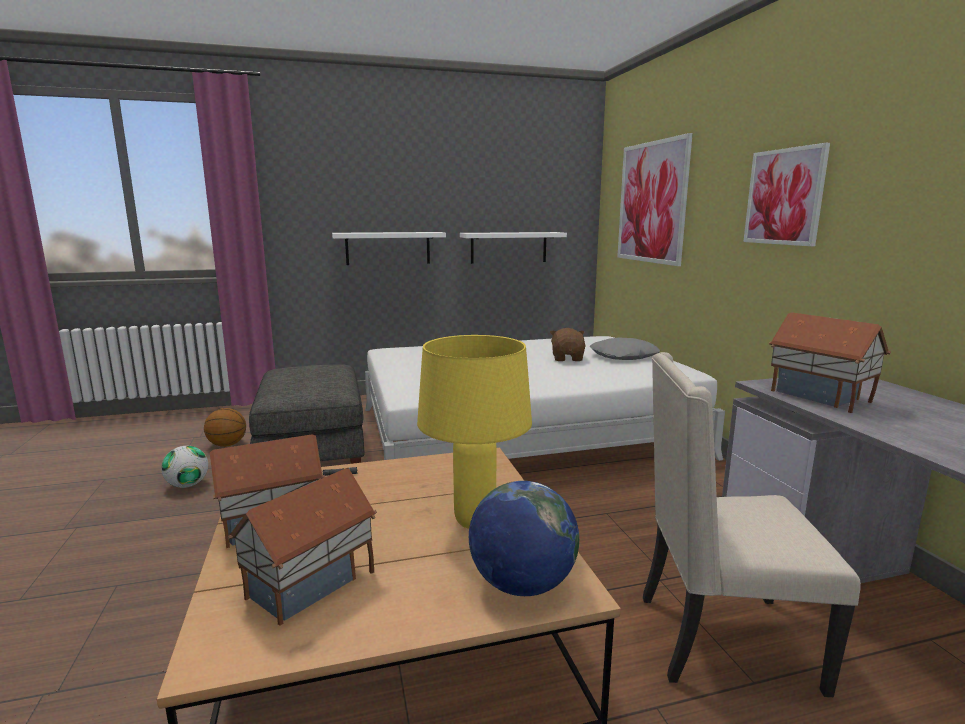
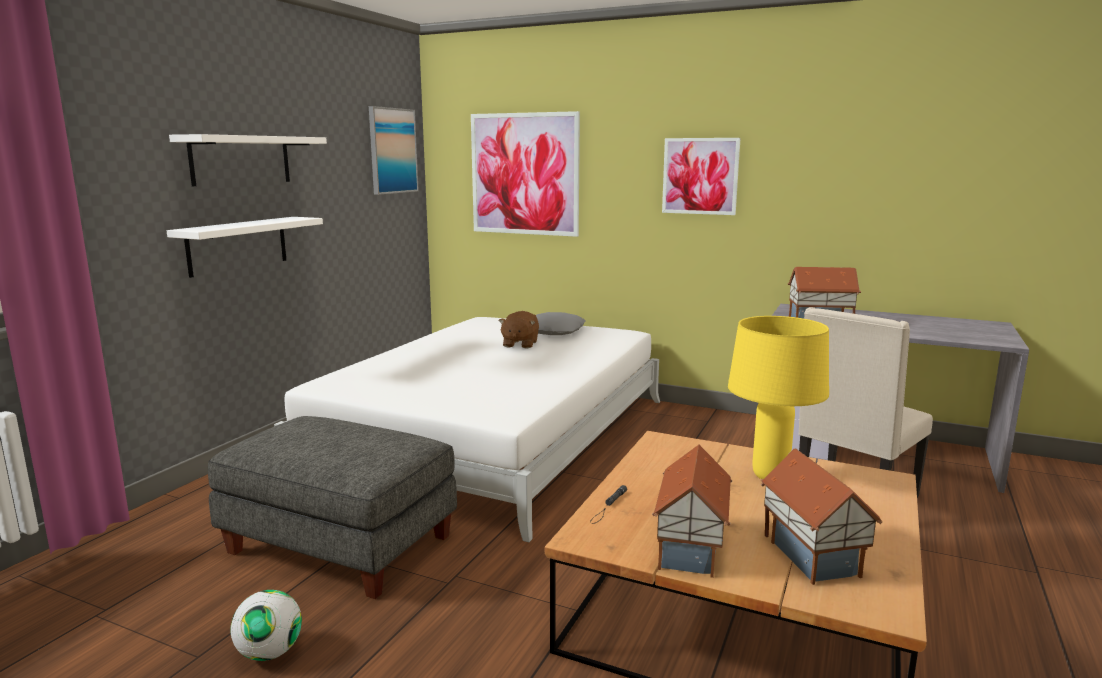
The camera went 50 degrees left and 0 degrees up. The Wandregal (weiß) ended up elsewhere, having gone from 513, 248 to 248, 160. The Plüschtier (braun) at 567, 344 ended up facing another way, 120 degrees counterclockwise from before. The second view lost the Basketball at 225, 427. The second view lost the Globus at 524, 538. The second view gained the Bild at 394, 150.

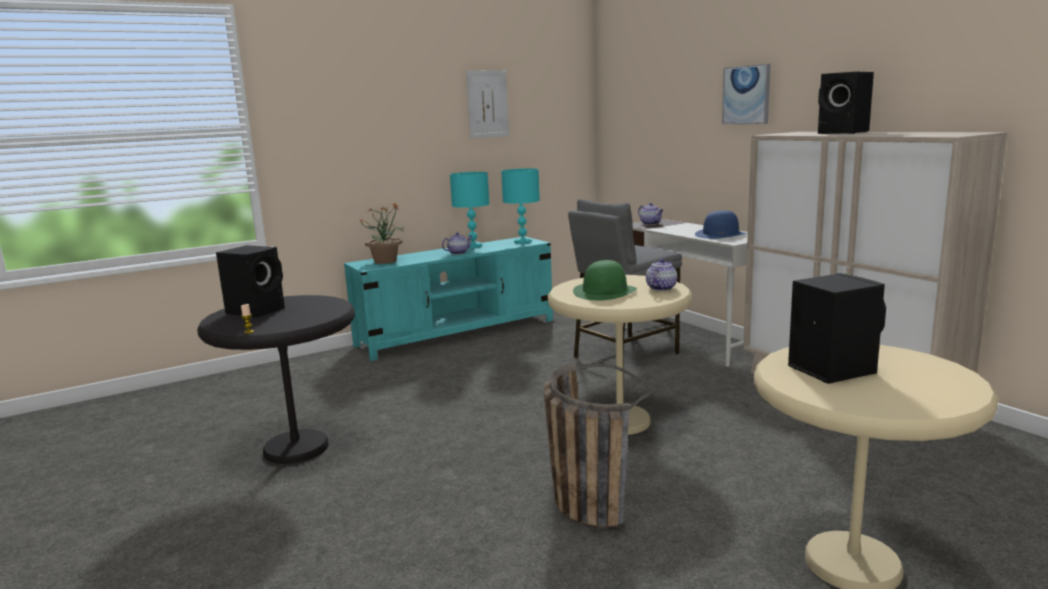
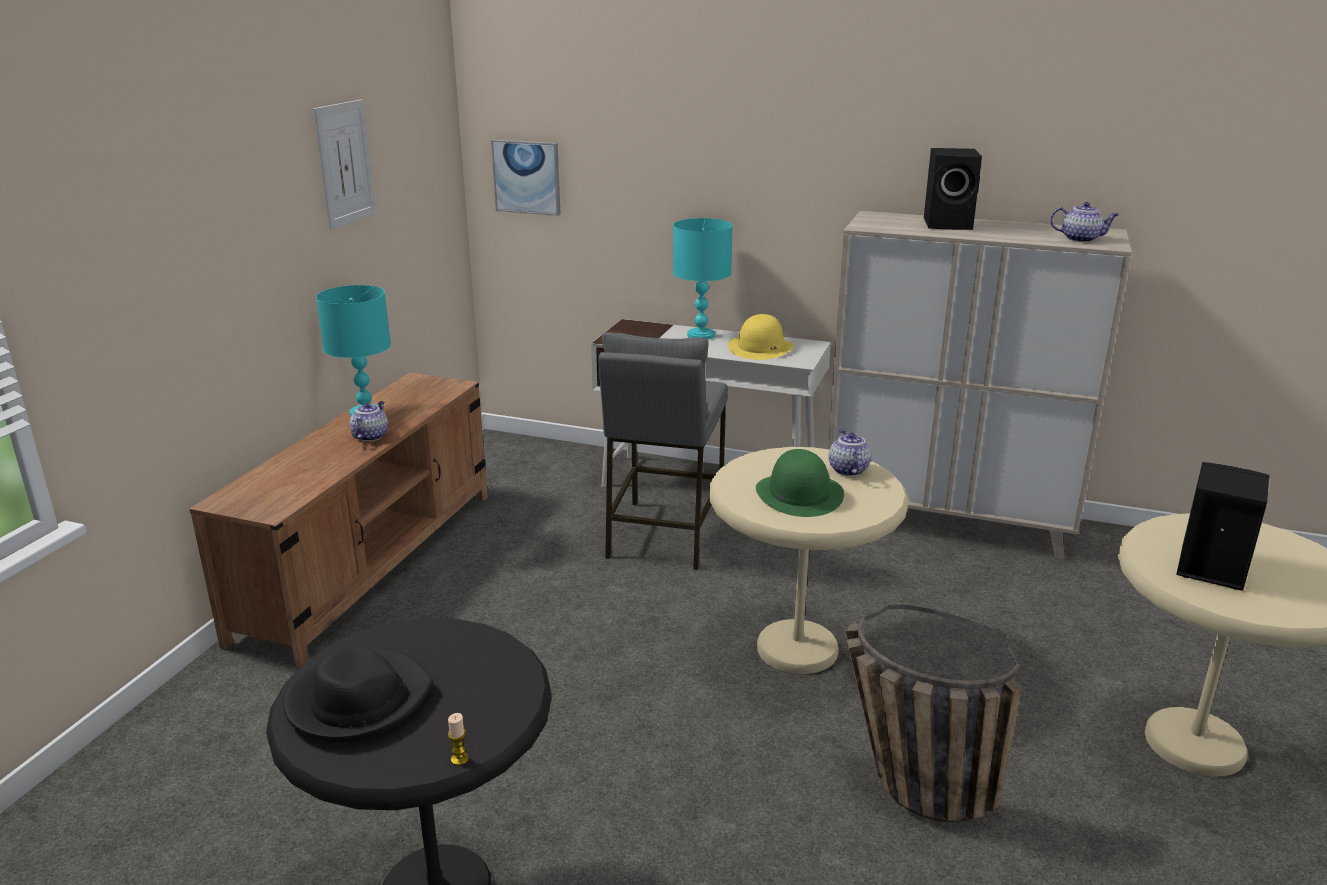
The camera went 40 degrees left and 10 degrees up. The Bild ended up elsewhere, having gone from 746, 94 to 526, 178. The Tischlampe (türkis) ended up elsewhere, having gone from 520, 206 to 703, 279. The second view lost the Topfpflanze at 382, 233. The Teekanne ended up elsewhere, having gone from 650, 214 to 1084, 222. What was the Hut (blau) at 721, 224 turned into the Hut (gelb) at 761, 337. What was the Fernsehschrank (türkis) at 448, 298 turned into the Fernsehschrank (braun) at 339, 520. Where the Lautsprecher (schwarz) stood at 250, 281, the Hut (schwarz) came to stand at 358, 694.

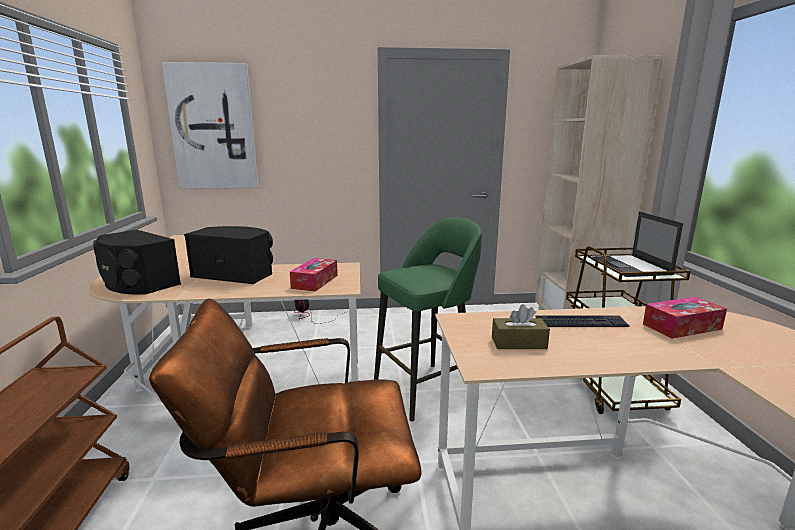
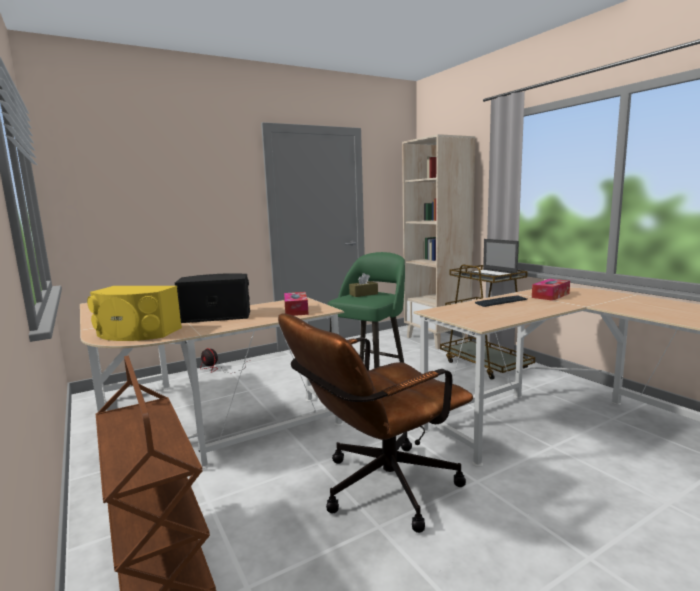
The camera went 25 degrees left and 5 degrees down. The second view lost the Bild at 210, 125. What was the Lautsprecher (schwarz) at 137, 262 turned into the Lautsprecher (gelb) at 134, 313. The Taschentuchbox (braun) ended up elsewhere, having gone from 521, 326 to 363, 285.

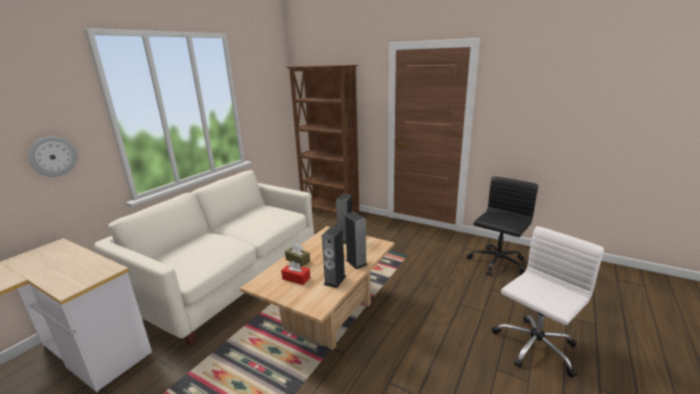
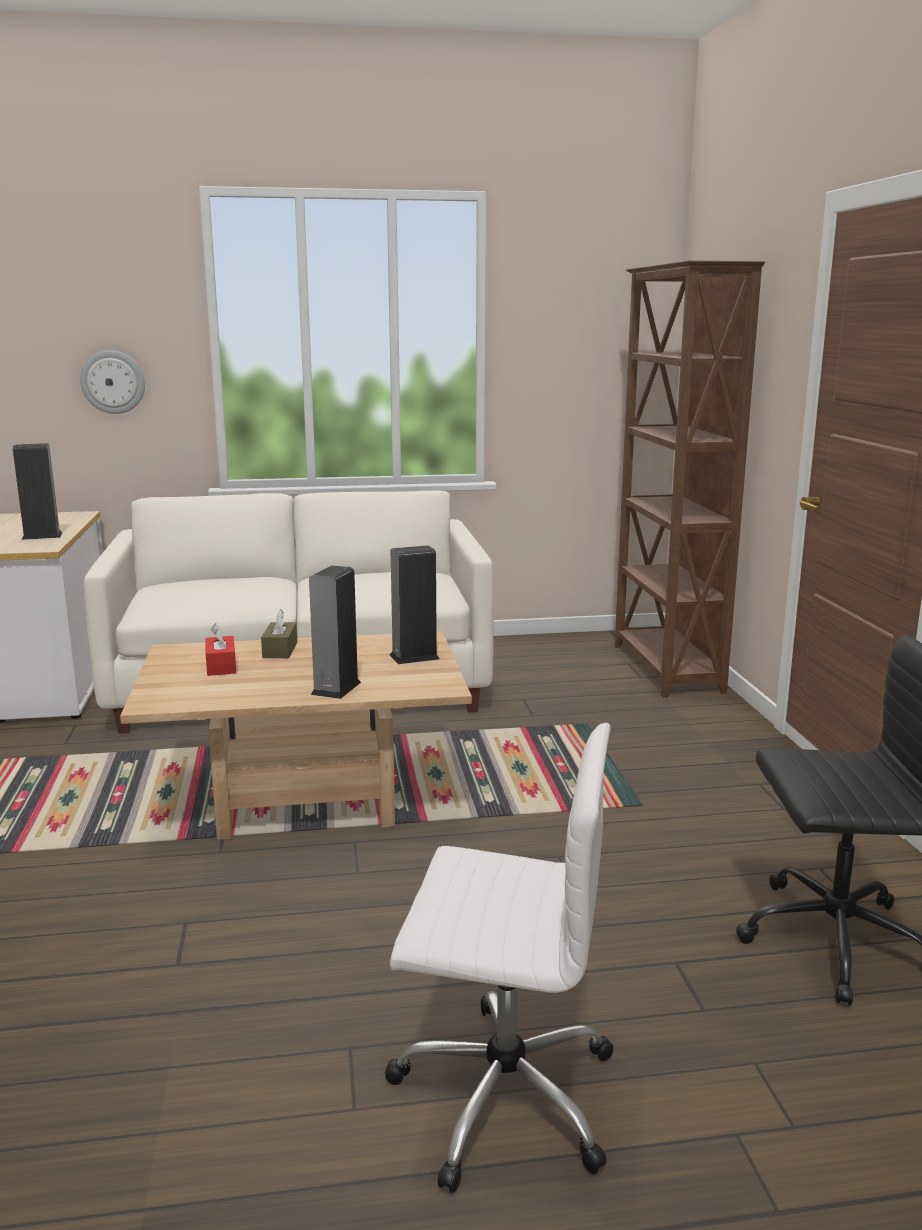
The camera went 50 degrees right and 5 degrees down. The Lautsprecher ended up elsewhere, having gone from 334, 257 to 37, 491.

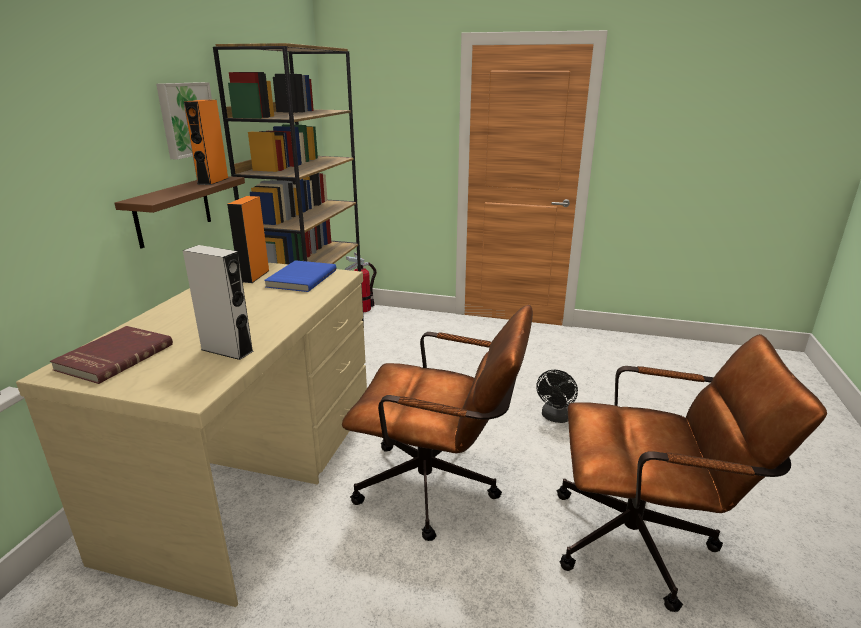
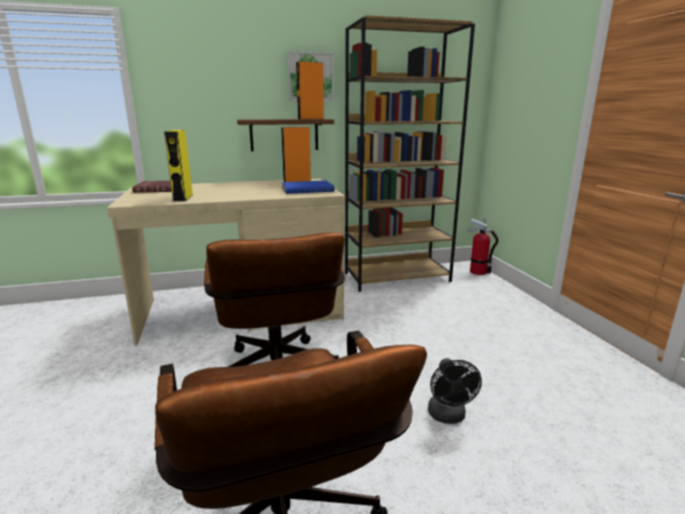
The camera went 60 degrees right and 5 degrees down. What was the Lautsprecher (grau) at 218, 302 turned into the Lautsprecher (gelb) at 178, 166. The Ventilator (schwarz) at 557, 396 ended up facing another way, 90 degrees counterclockwise from before.

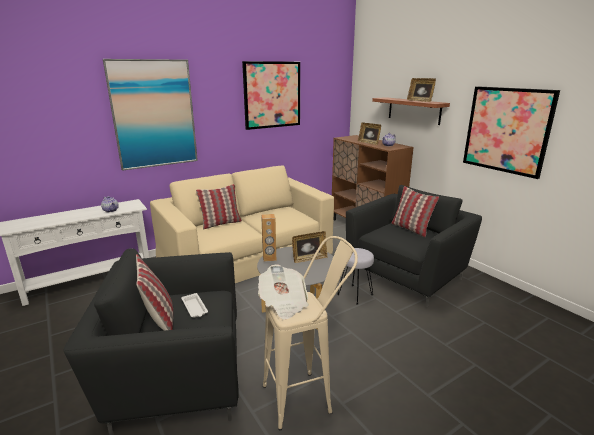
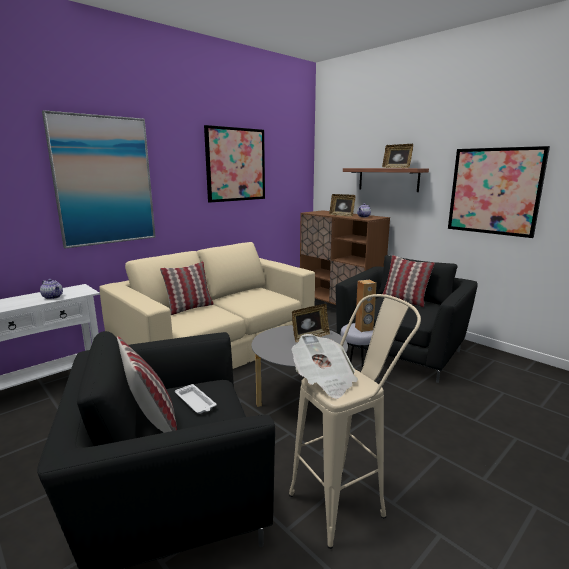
The camera went 10 degrees left and 5 degrees down. The Lautsprecher (braun) ended up elsewhere, having gone from 268, 238 to 366, 306.

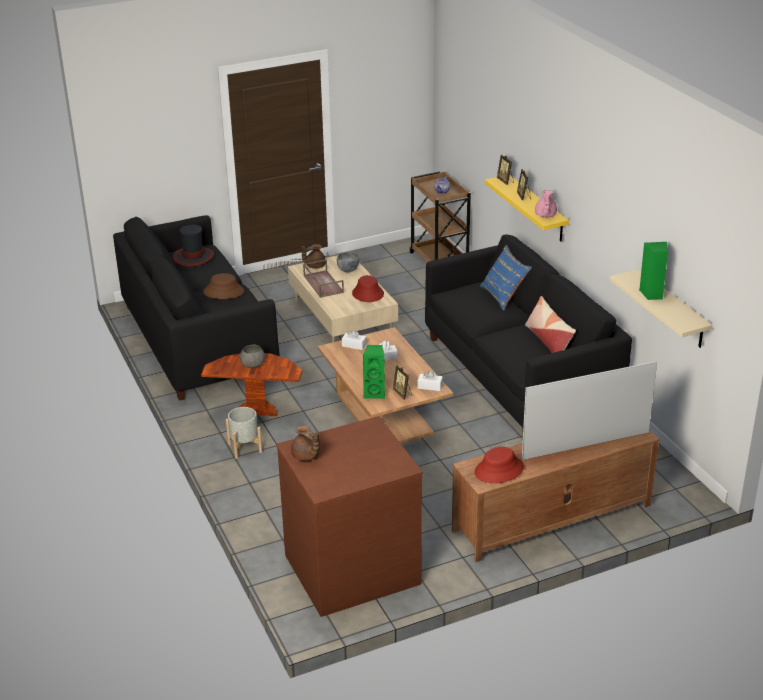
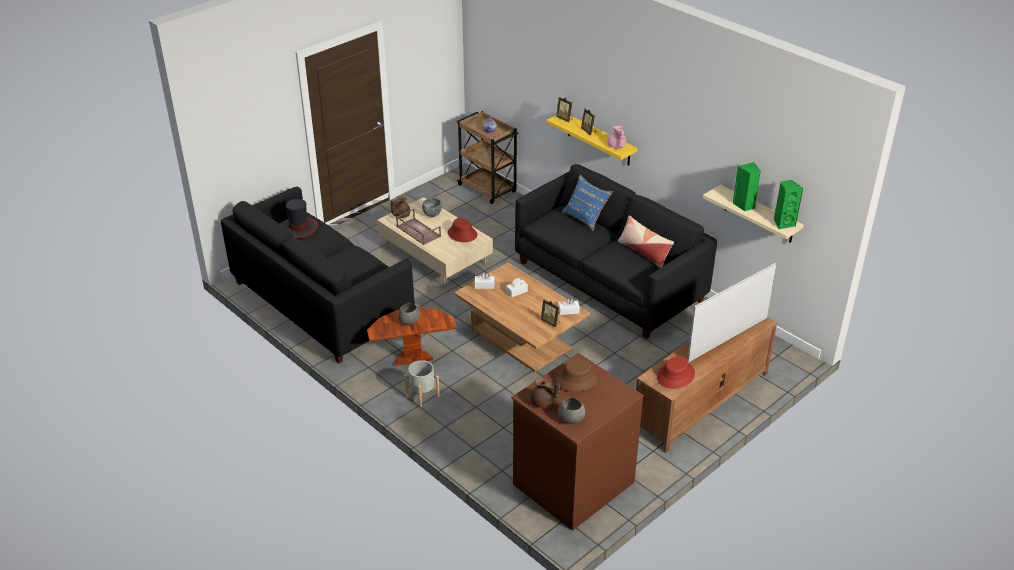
The camera went 20 degrees left and 5 degrees up. The Hut (braun) ended up elsewhere, having gone from 224, 286 to 577, 375. The Lautsprecher (grün) ended up elsewhere, having gone from 374, 372 to 788, 204. The second view gained the Schüssel (grau) at 571, 411.

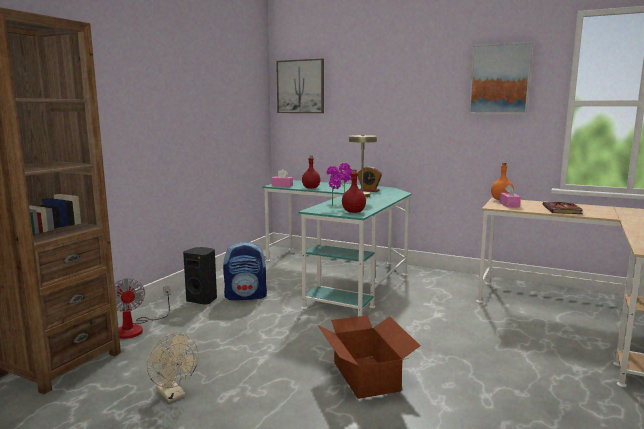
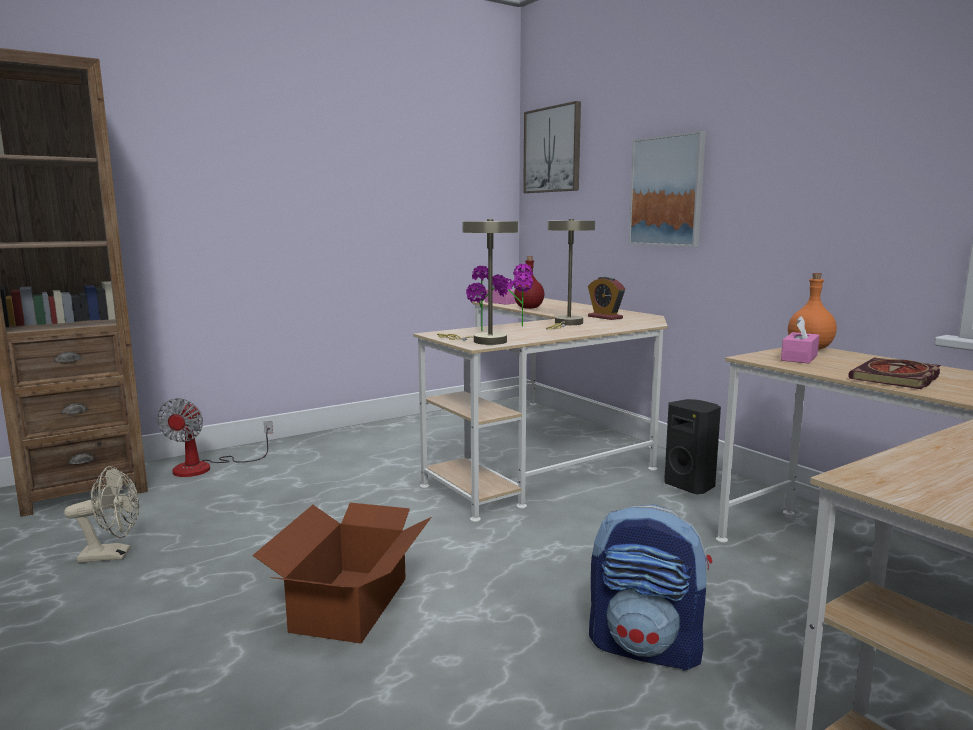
The camera went 30 degrees right and 0 degrees up. The Bild ended up elsewhere, having gone from 501, 78 to 667, 189. Where the Flasche (rot) stood at 354, 191, the Tischlampe (beige) came to stand at 477, 282. What was the Schreibtisch (türkis) at 337, 248 turned into the Schreibtisch (beige) at 540, 410. The Rucksack ended up elsewhere, having gone from 245, 271 to 650, 588. The Lautsprecher (schwarz) ended up elsewhere, having gone from 200, 276 to 692, 446. The Ventilator (beige) at 172, 367 ended up facing another way, 90 degrees counterclockwise from before.

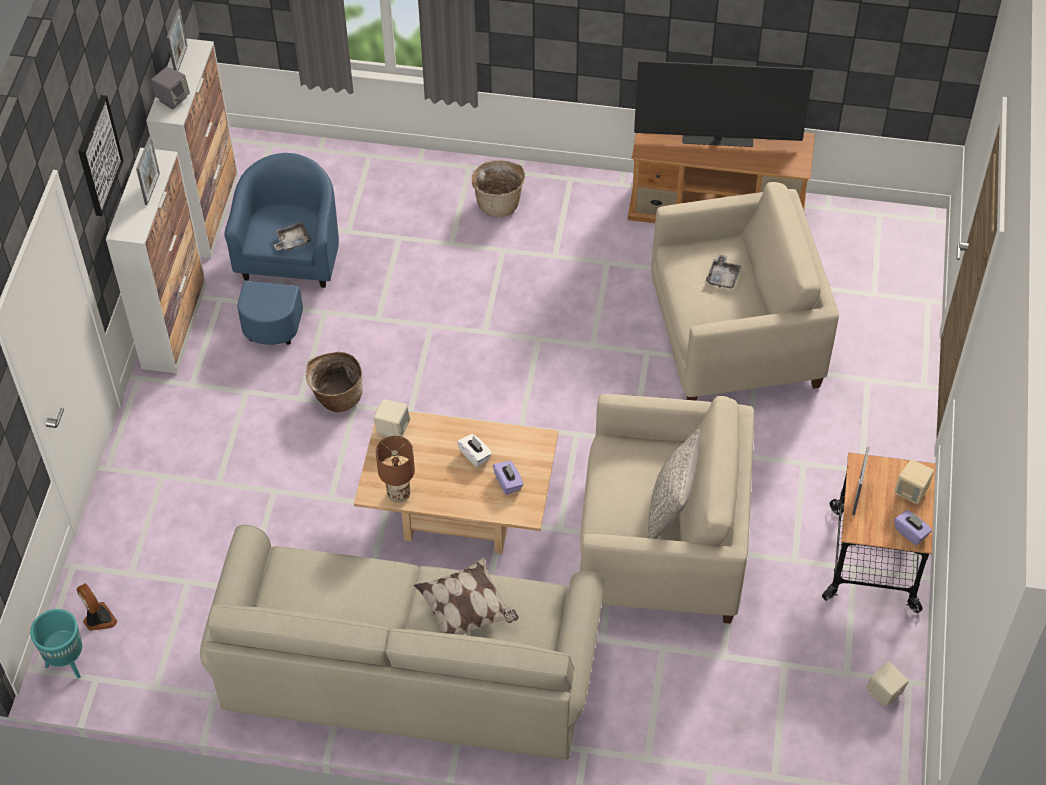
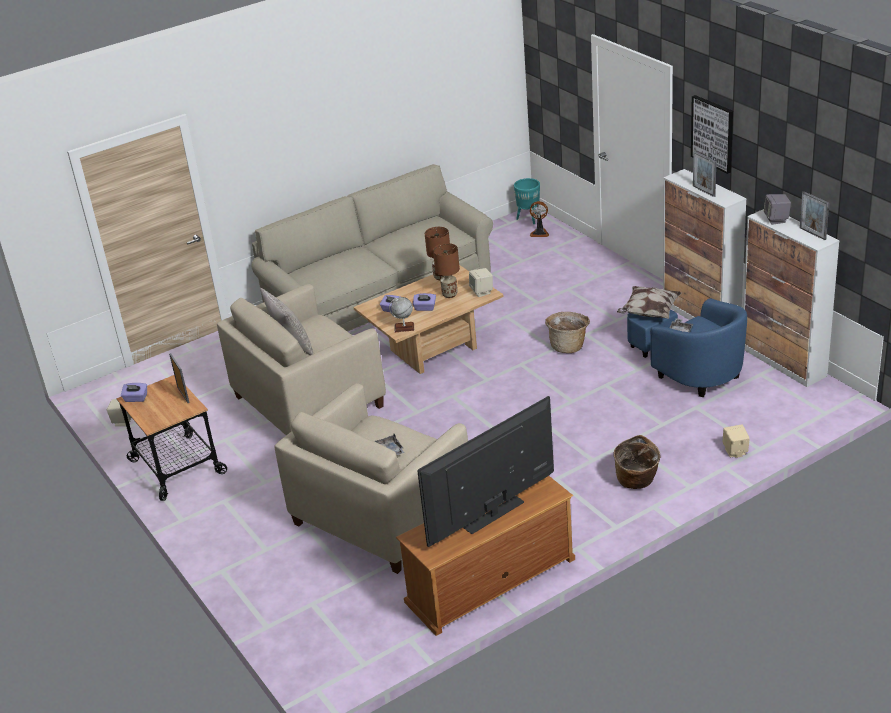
The camera went 140 degrees right and 20 degrees down. What was the Taschentuchbox (weiß) at 474, 450 turned into the Taschentuchbox (lila) at 424, 302. The Lautsprecher (beige) ended up elsewhere, having gone from 914, 481 to 736, 441. The Kissen ended up elsewhere, having gone from 466, 596 to 649, 302. The second view gained the Tischlampe (braun) at 446, 270. The second view gained the Globus at 401, 314.

